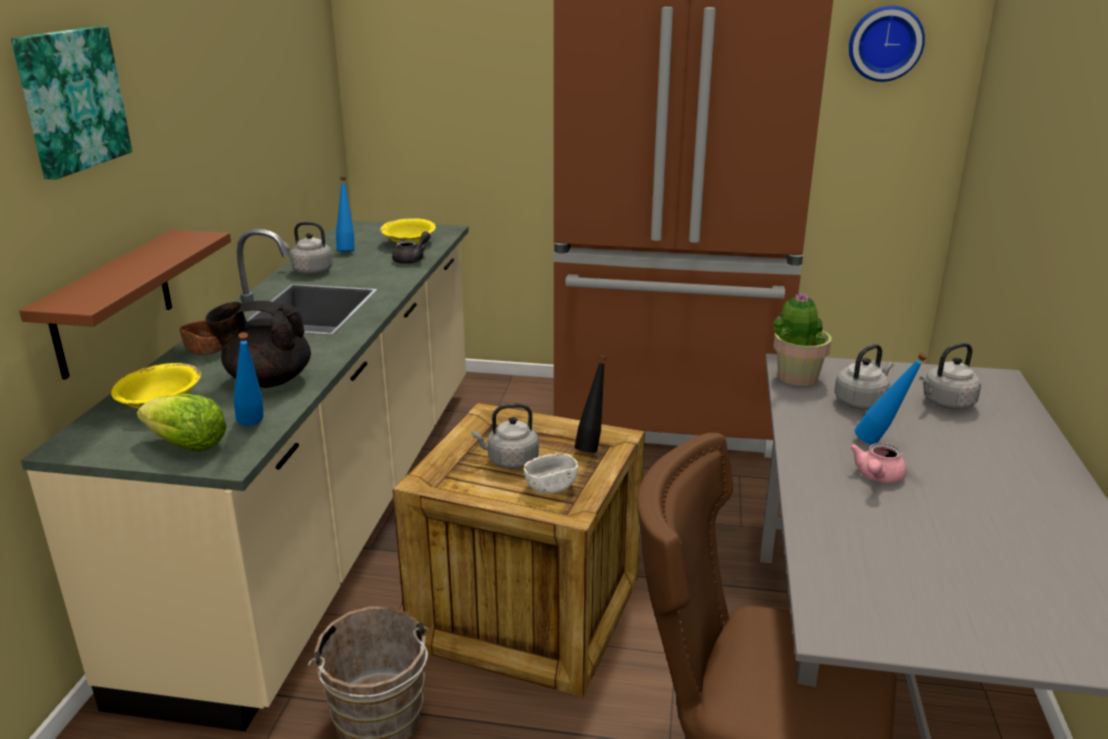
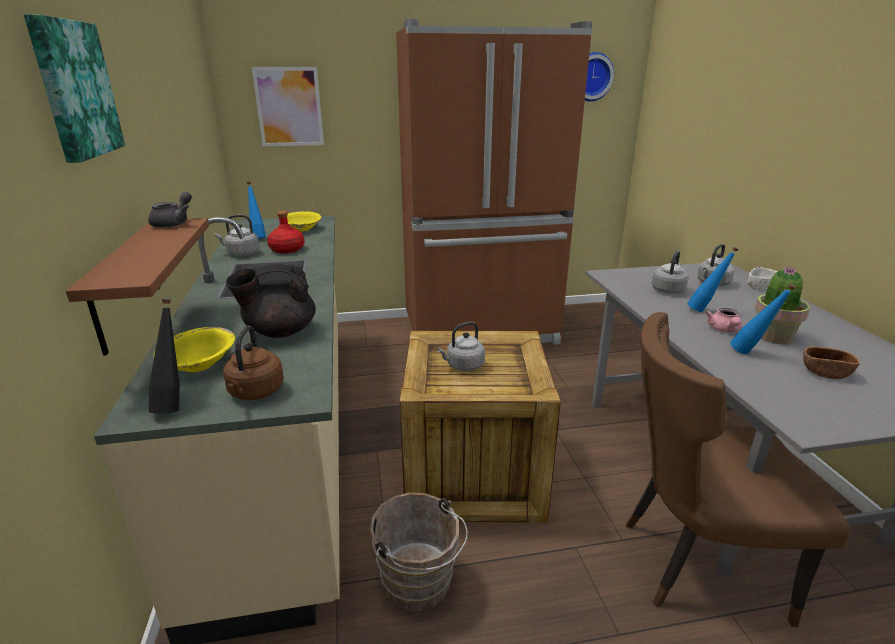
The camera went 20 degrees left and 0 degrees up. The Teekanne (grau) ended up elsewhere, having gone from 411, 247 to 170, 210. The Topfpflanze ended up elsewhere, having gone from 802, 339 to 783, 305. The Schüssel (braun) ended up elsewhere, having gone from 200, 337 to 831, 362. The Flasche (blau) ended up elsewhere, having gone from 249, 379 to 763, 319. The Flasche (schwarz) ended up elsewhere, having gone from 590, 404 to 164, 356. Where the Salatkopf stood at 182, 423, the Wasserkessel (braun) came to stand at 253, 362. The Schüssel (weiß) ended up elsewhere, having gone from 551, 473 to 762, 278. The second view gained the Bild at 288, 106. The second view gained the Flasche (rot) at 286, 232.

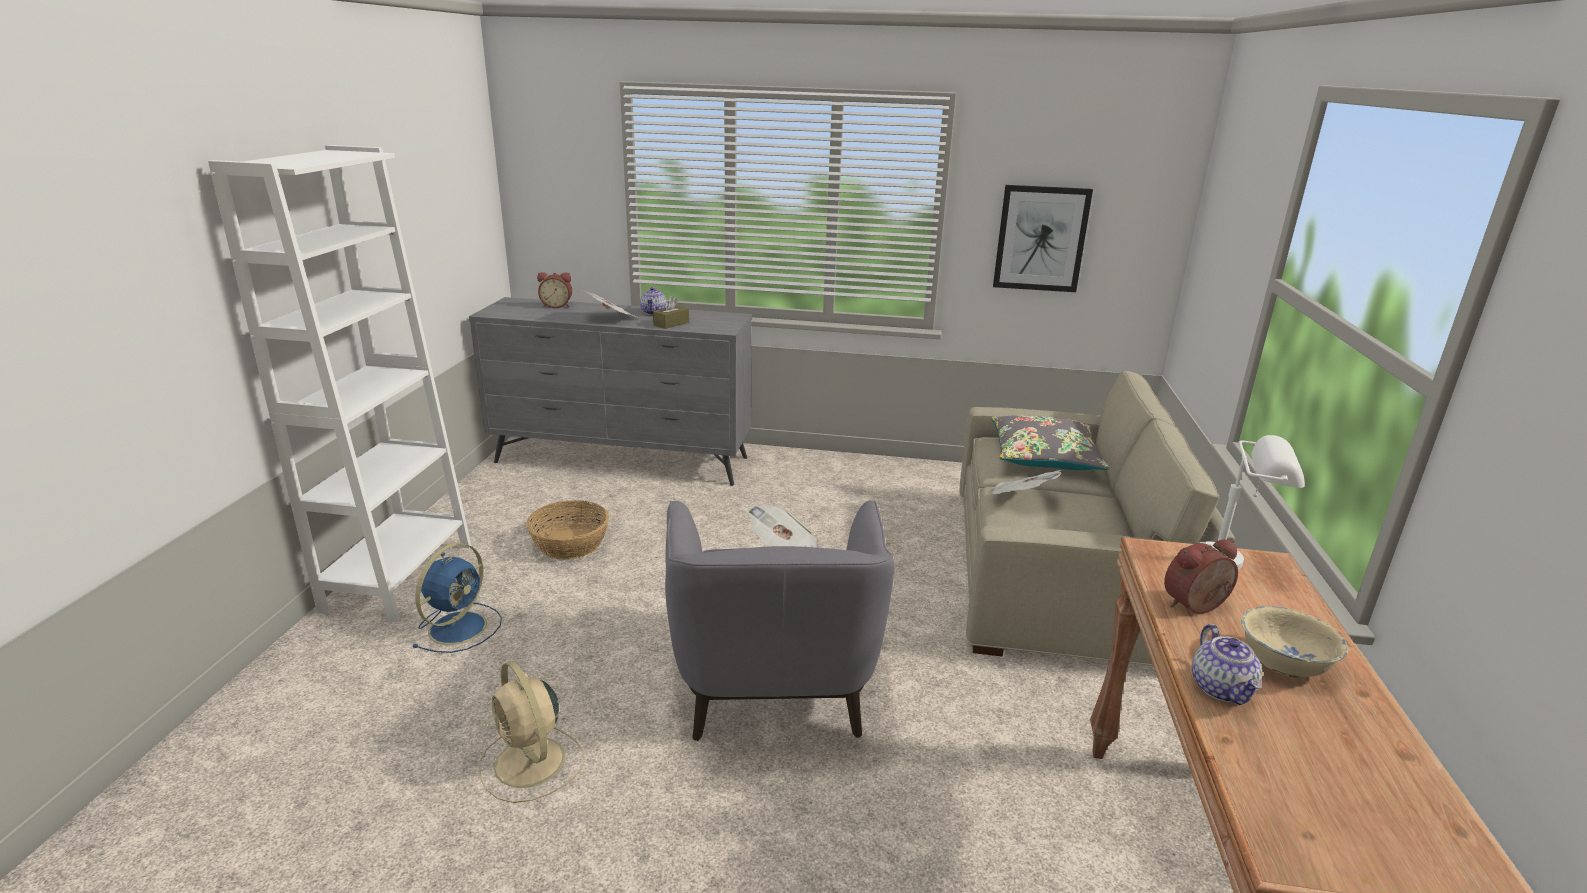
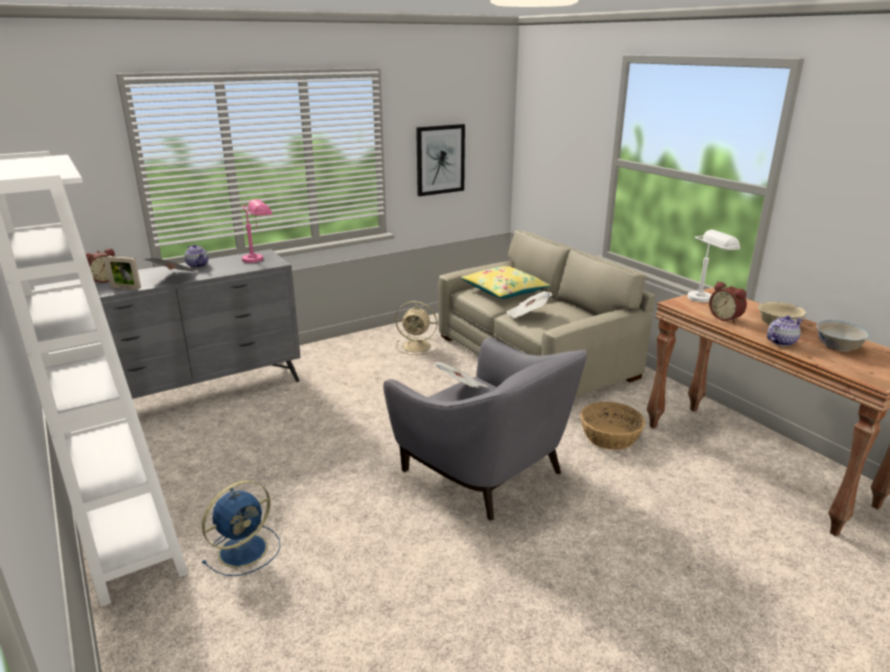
The camera went 40 degrees left and 0 degrees up. The second view lost the Taschentuchbox (braun) at 671, 312. What was the Kissen (grau) at 1050, 442 turned into the Kissen (gelb) at 506, 282. The Korb ended up elsewhere, having gone from 567, 529 to 612, 426. The Wecker at 1201, 576 ended up facing another way, 60 degrees counterclockwise from before. The Ventilator (blau) at 457, 598 ended up facing another way, 60 degrees clockwise from before. The Teekanne at 1227, 664 ended up facing another way, 75 degrees counterclockwise from before. The Ventilator (beige) ended up elsewhere, having gone from 532, 732 to 416, 328. The second view gained the Tischlampe (rosa) at 257, 231. The second view gained the Bilderrahmen at 122, 273. The second view gained the Schüssel (weiß) at 843, 336.

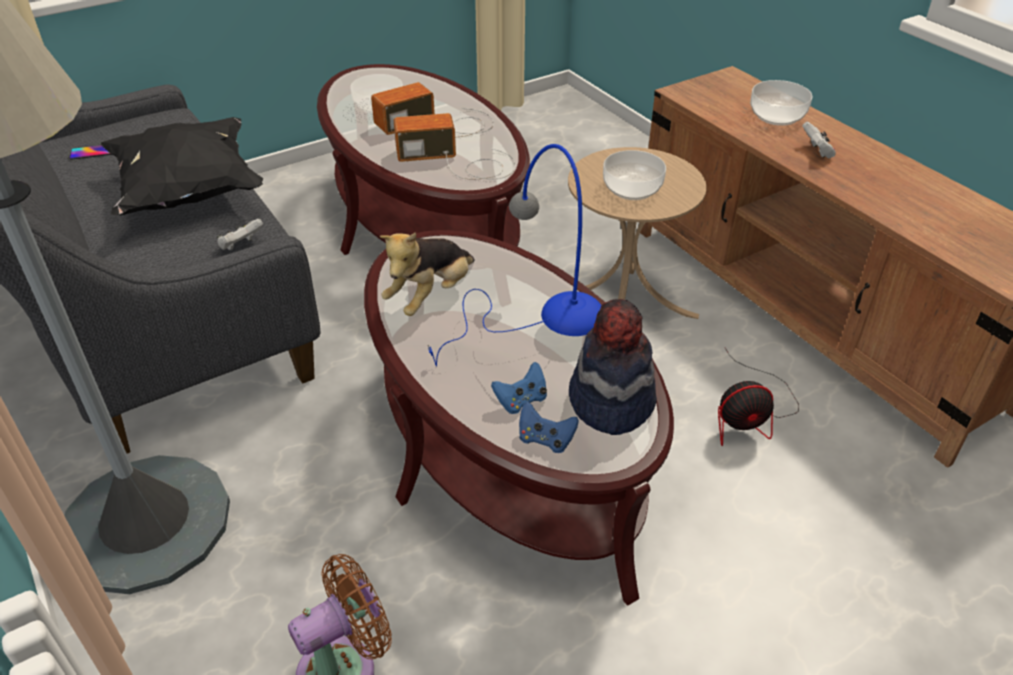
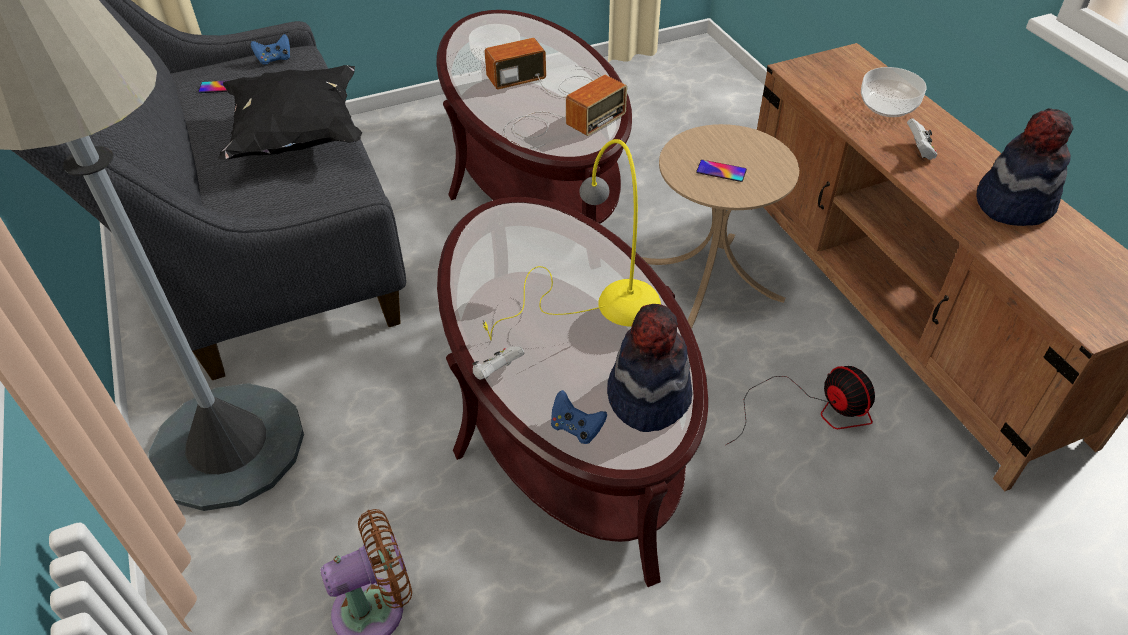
The camera went 10 degrees right and 5 degrees up. The Radio at 455, 146 ended up facing another way, 135 degrees clockwise from before. What was the Tischlampe (blau) at 515, 255 turned into the Tischlampe (gelb) at 572, 239. Where the Schüssel stood at 634, 175, the Handy came to stand at 721, 171. The Gamepad (weiß) ended up elsewhere, having gone from 240, 234 to 498, 363. The second view lost the Plüschtier at 427, 274. The Ventilator at 758, 397 ended up facing another way, 120 degrees counterclockwise from before. The Gamepad (blau) ended up elsewhere, having gone from 519, 388 to 270, 49. The second view gained the Hut at 1024, 167.

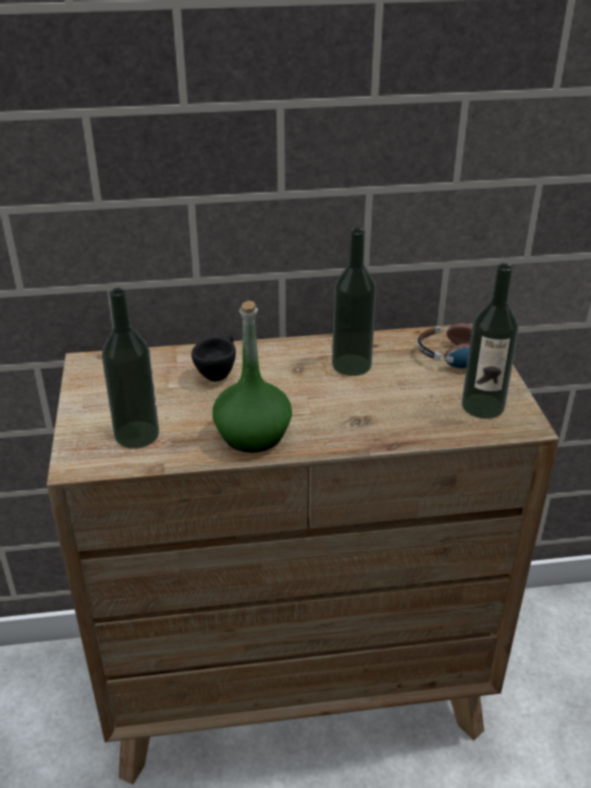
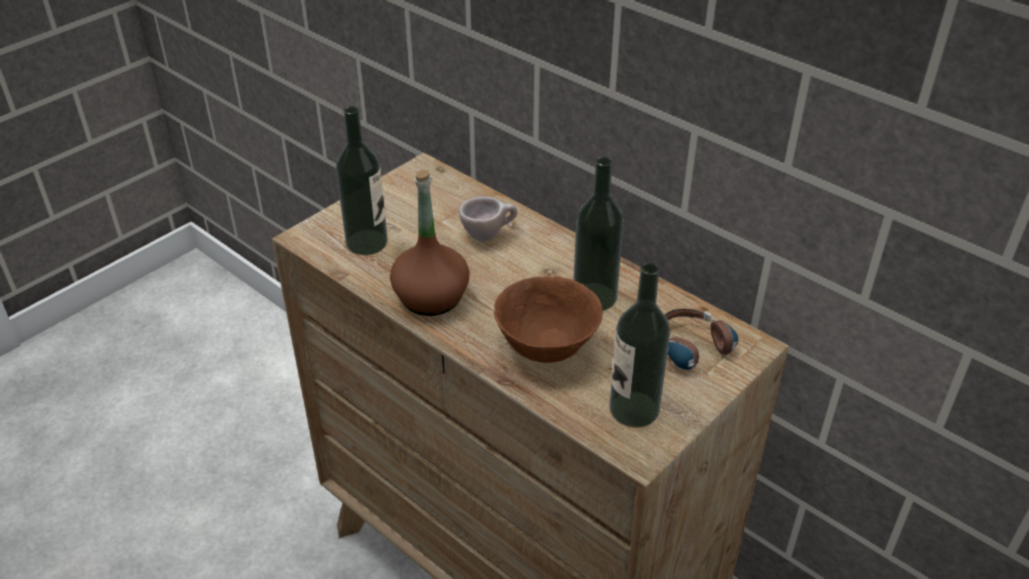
The camera went 50 degrees right and 5 degrees up. What was the Flasche (grün) at 252, 377 turned into the Flasche (braun) at 430, 243. What was the Tasse (schwarz) at 213, 358 turned into the Tasse (beige) at 488, 219. The second view gained the Schüssel (braun) at 548, 319.

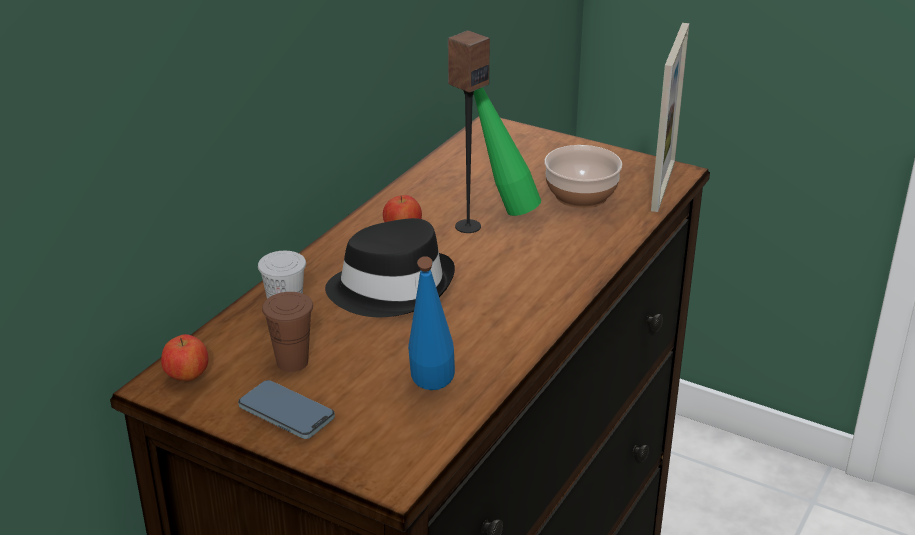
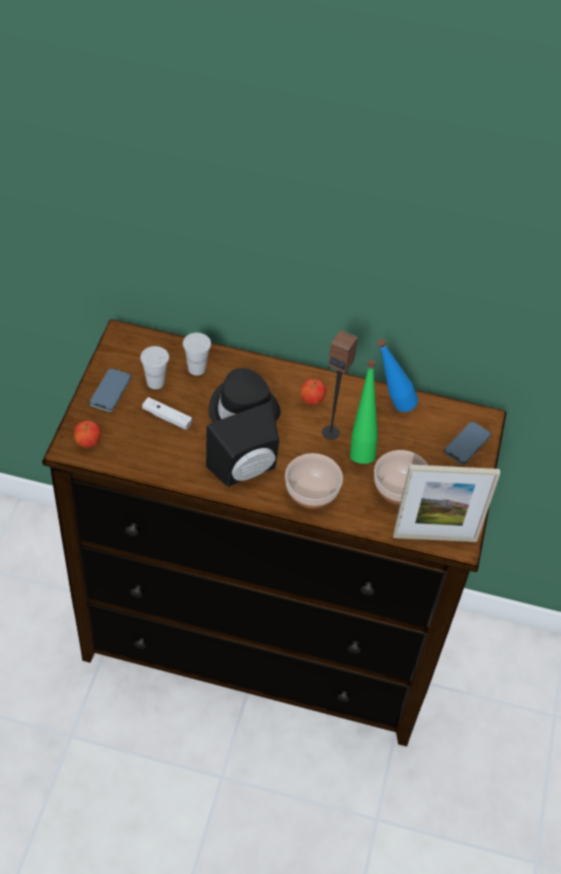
The camera went 70 degrees right and 20 degrees up. The Flasche (blau) ended up elsewhere, having gone from 431, 323 to 398, 375. What was the Tasse (braun) at 287, 332 turned into the Tasse (weiß) at 154, 367. The Apfel ended up elsewhere, having gone from 185, 357 to 87, 433. The second view gained the Gamepad (weiß) at 167, 413. The second view gained the Lautsprecher (schwarz) at 242, 444. The second view gained the Handy at 467, 443. The second view gained the Schüssel at 314, 481.

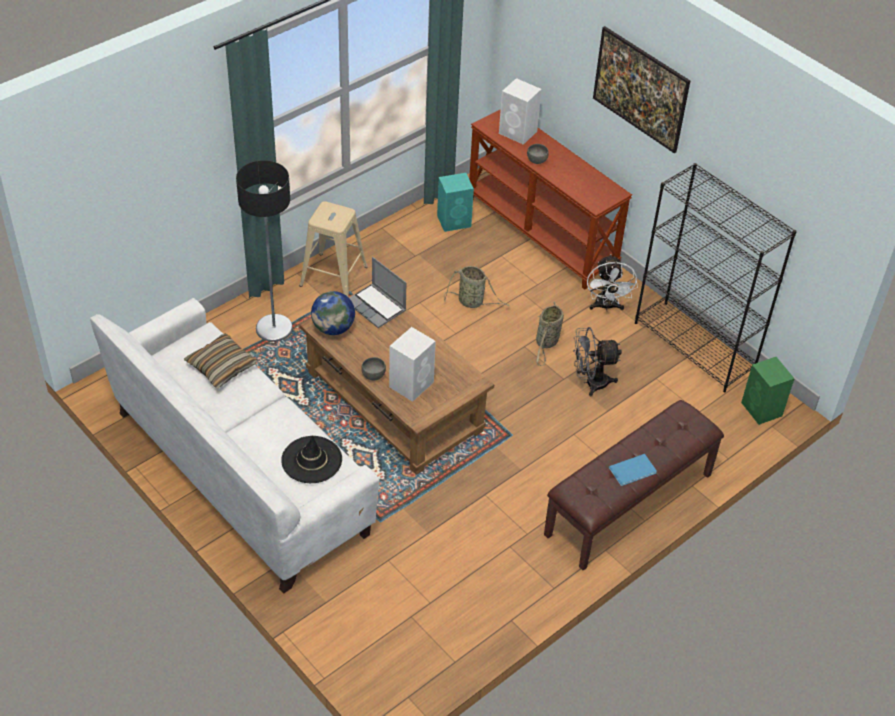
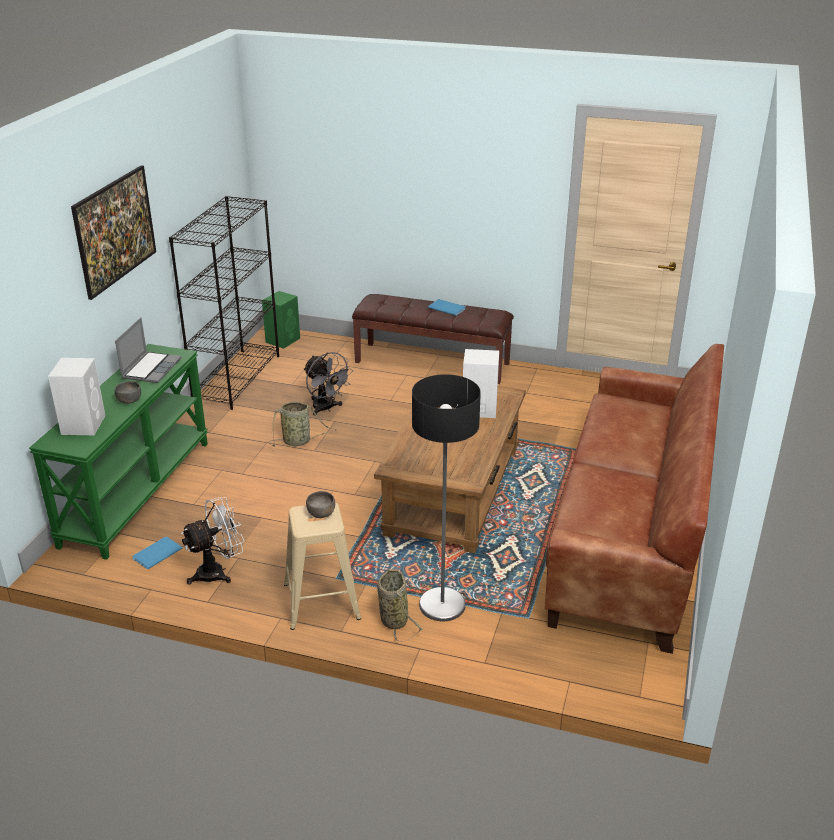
The camera went 120 degrees left and 15 degrees down. What was the Konsolentisch (braun) at 550, 199 turned into the Konsolentisch (grün) at 118, 452. Where the Lautsprecher (türkis) stood at 455, 202, the Buch (blau) came to stand at 157, 552. The Ventilator (weiß) ended up elsewhere, having gone from 612, 282 to 212, 540. The Laptop ended up elsewhere, having gone from 377, 292 to 148, 350. The Korb ended up elsewhere, having gone from 476, 287 to 399, 605. The second view lost the Globus at 333, 313. What was the Sofa (weiß) at 234, 446 turned into the Sofa (braun) at 634, 498. The second view lost the Kissen at 221, 361. The Schüssel (grau) ended up elsewhere, having gone from 373, 368 to 320, 504. The second view lost the Hut (schwarz) at 311, 459.

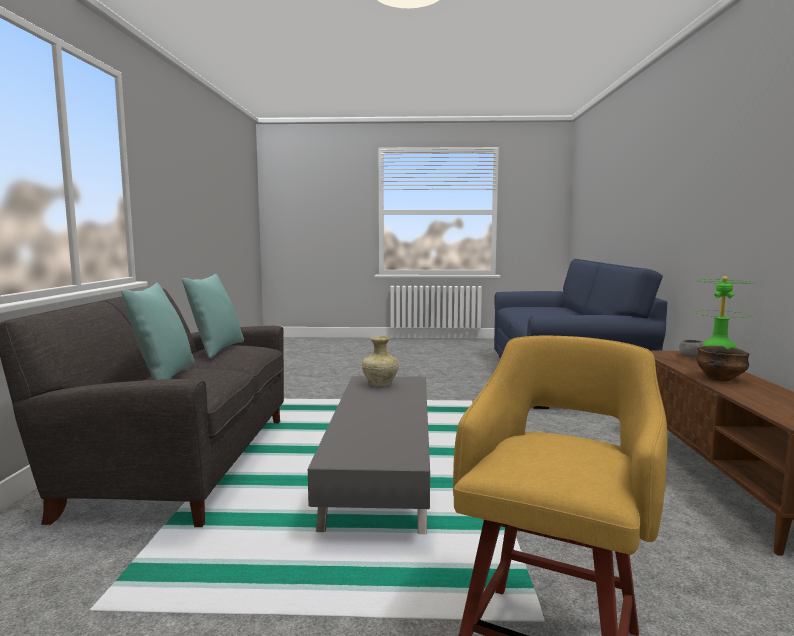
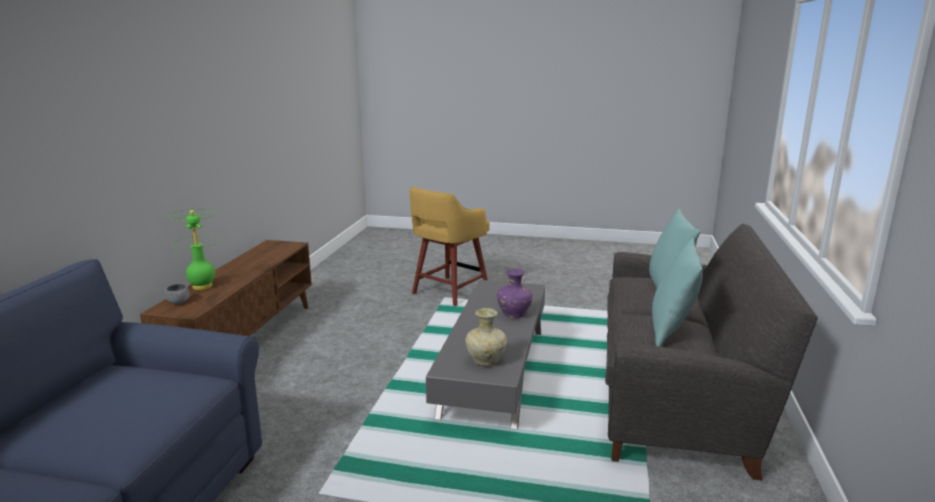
The camera went 170 degrees left and 10 degrees up. The second view lost the Schüssel at 722, 363. The second view gained the Vase (lila) at 514, 293.

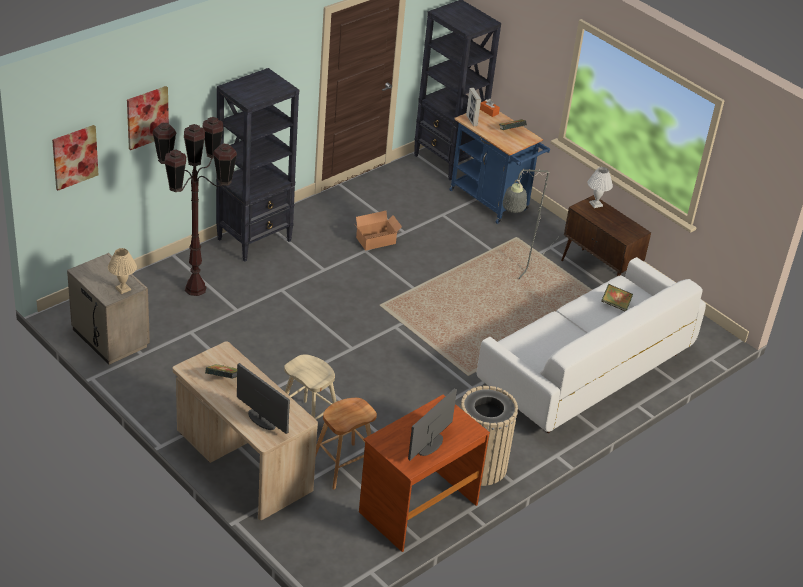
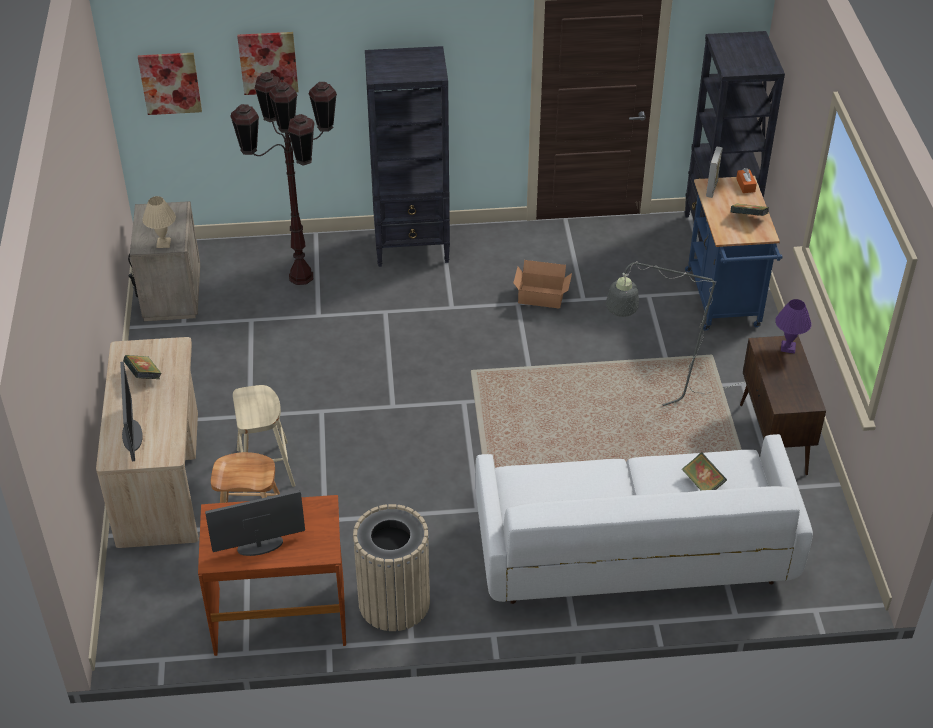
The camera went 40 degrees right and 5 degrees up. What was the Tischlampe (weiß) at 600, 187 turned into the Tischlampe (lila) at 793, 326.

